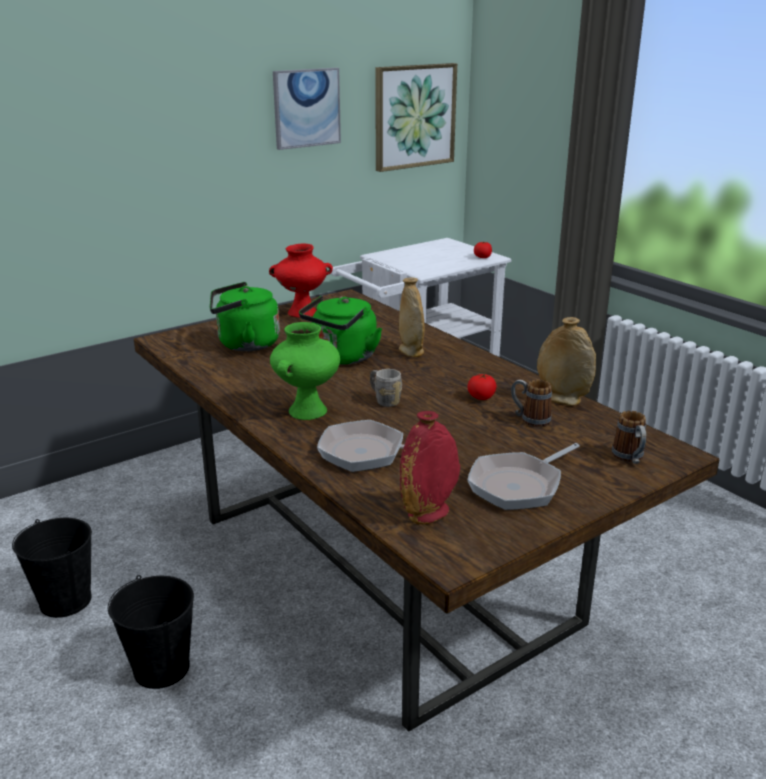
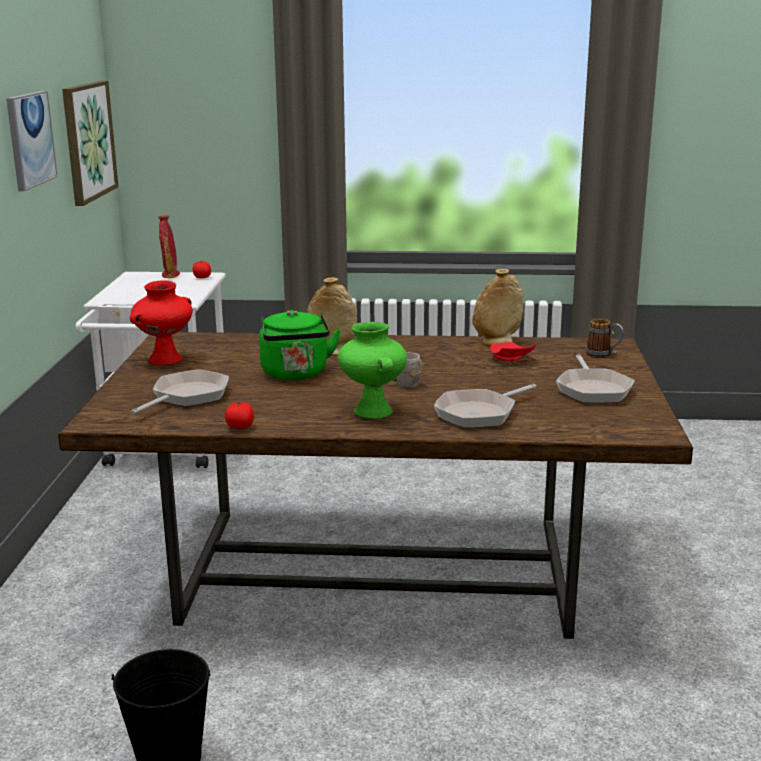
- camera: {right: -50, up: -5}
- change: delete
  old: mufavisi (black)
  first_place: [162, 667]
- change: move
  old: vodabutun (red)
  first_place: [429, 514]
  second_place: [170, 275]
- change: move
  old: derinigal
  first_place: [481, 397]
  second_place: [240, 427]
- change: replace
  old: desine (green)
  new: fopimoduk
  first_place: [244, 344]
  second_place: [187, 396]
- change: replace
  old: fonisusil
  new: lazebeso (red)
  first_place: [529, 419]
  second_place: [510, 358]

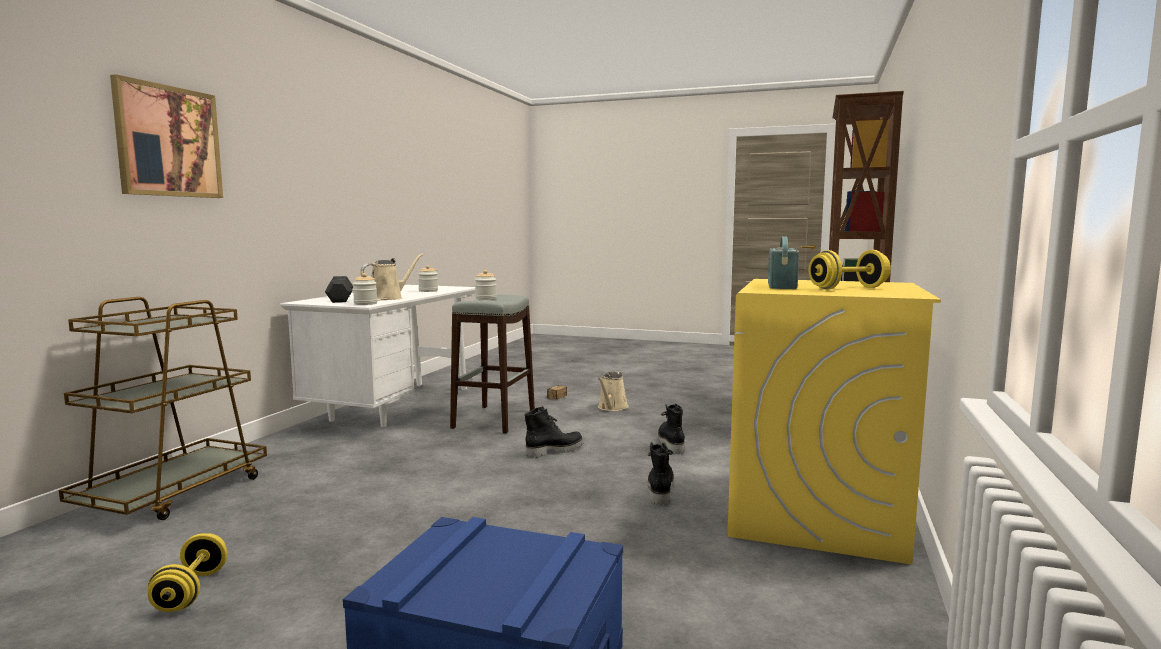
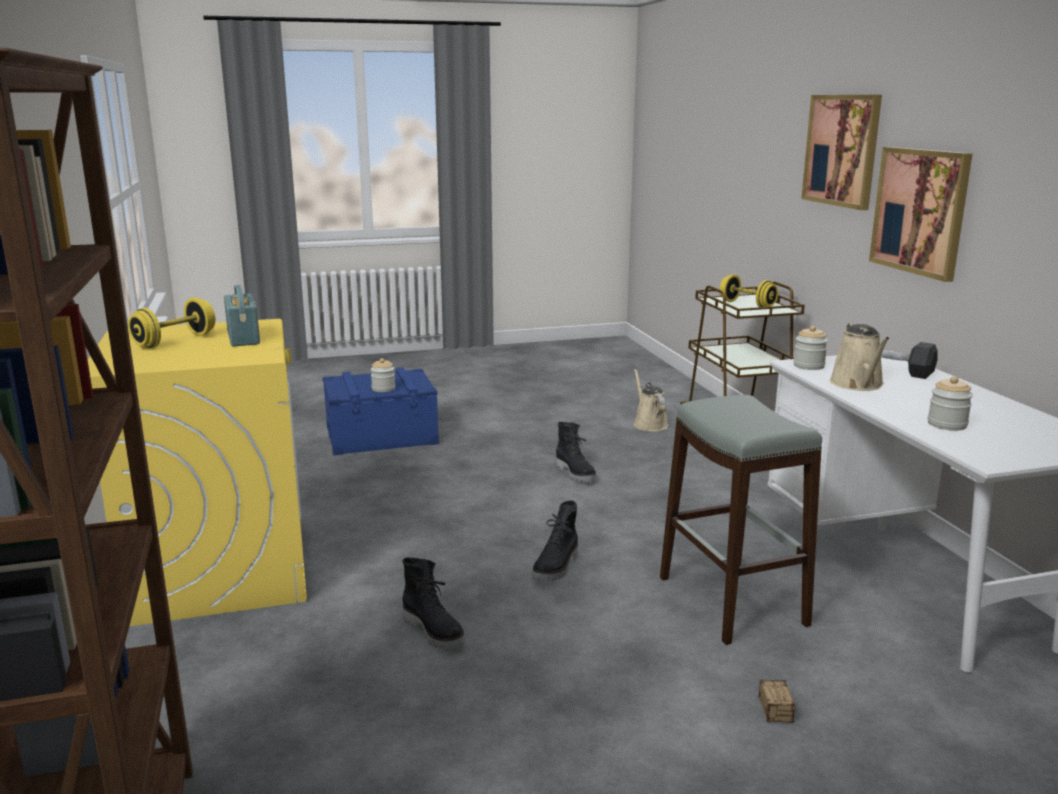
- camera: {right: 145, up: 10}
- change: insert
  new: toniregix
  second_place: [920, 211]
- change: move
  old: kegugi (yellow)
  first_place: [191, 591]
  second_place: [747, 305]
- change: move
  old: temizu
  first_place: [485, 298]
  second_place: [383, 389]
- change: move
  old: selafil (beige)
  first_place: [612, 407]
  second_place: [649, 424]
- change: move
  old: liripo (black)
  first_place: [659, 490]
  second_place: [576, 473]

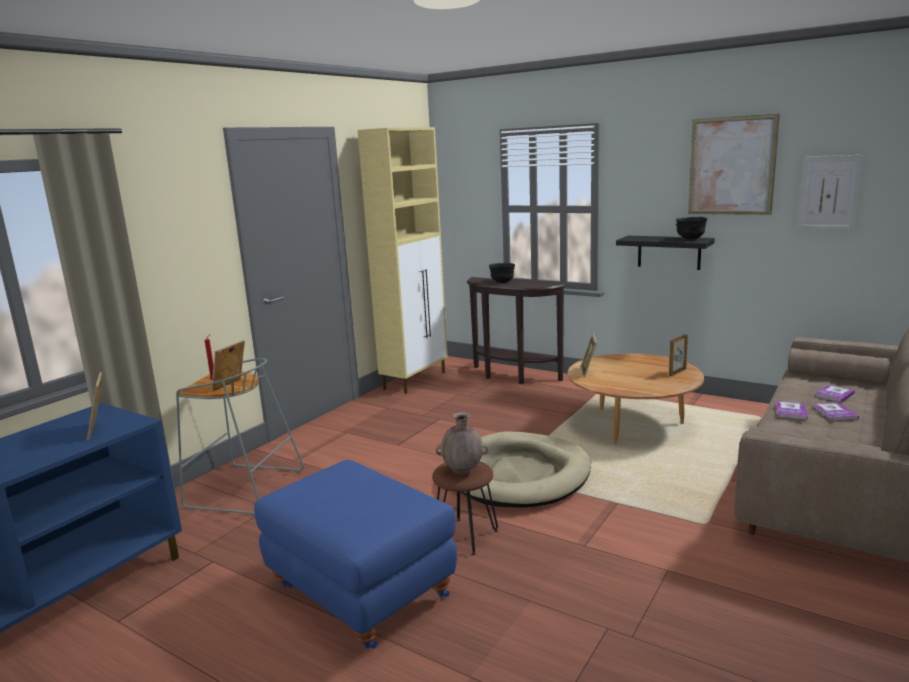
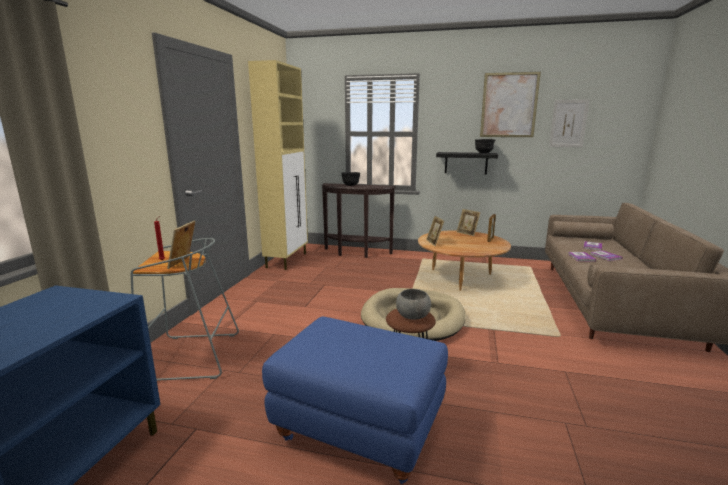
- camera: {right: -20, up: 0}
- change: move
  old: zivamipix
  first_place: [99, 429]
  second_place: [467, 233]
- change: replace
  old: vodabutun (brown)
  new: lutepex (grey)
  first_place: [463, 471]
  second_place: [413, 316]

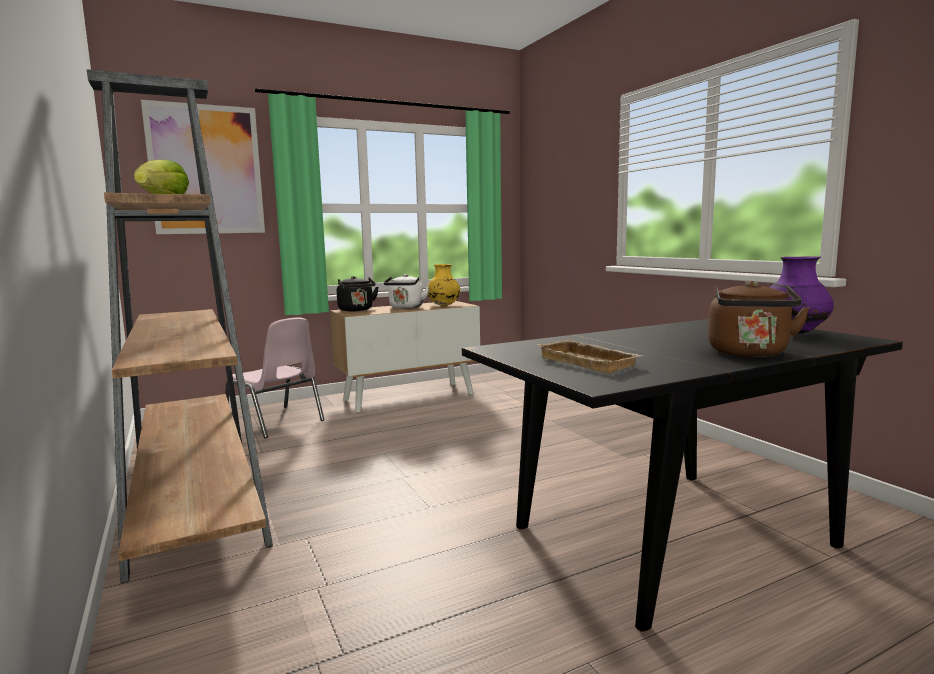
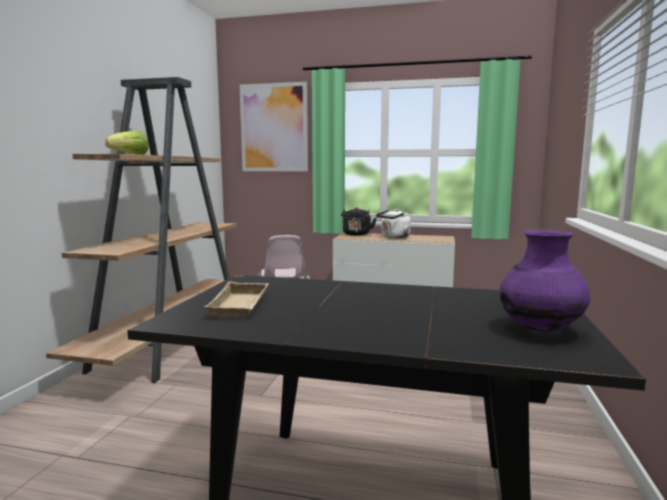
- camera: {right: 40, up: 0}
- change: delete
  old: vodabutun (yellow)
  first_place: [443, 305]
- change: delete
  old: desine (brown)
  first_place: [749, 354]

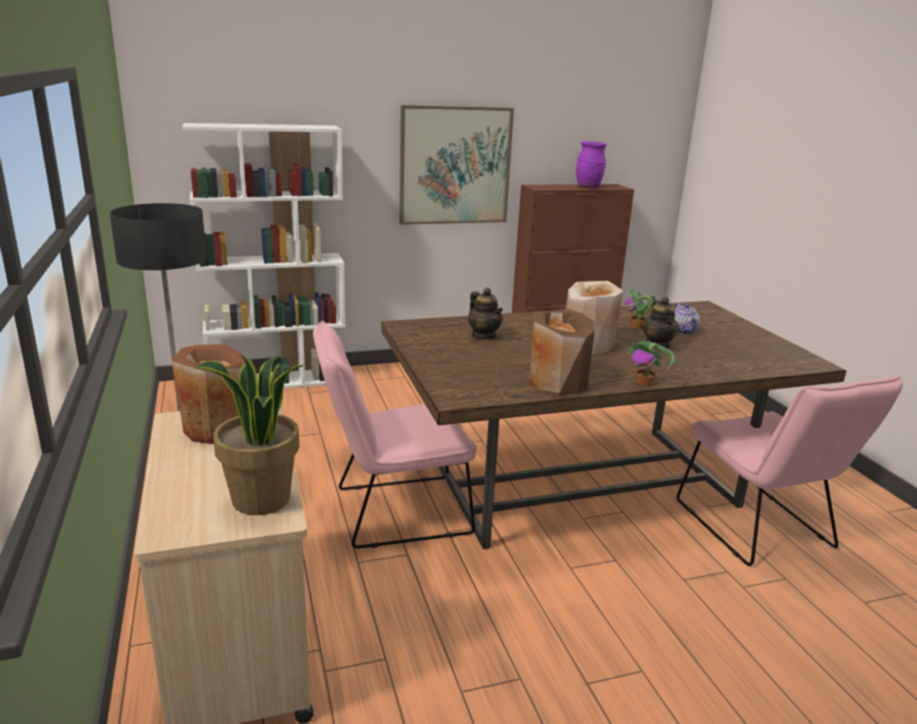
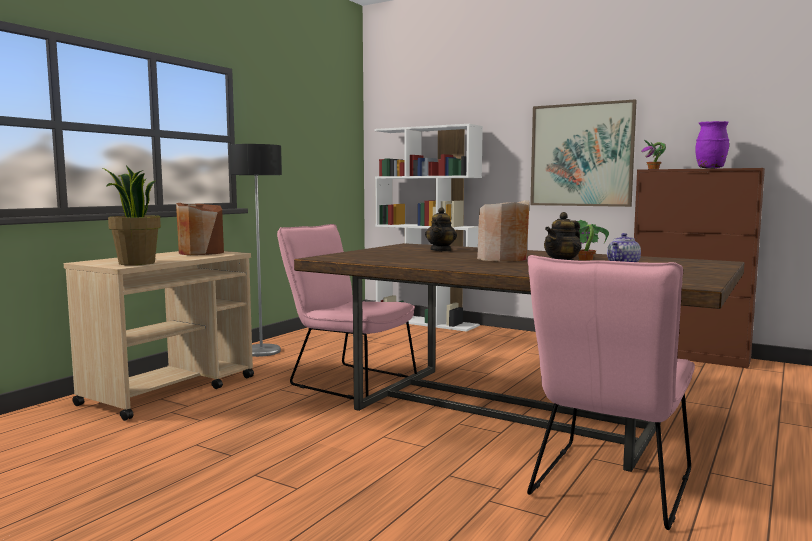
- camera: {right: 50, up: -15}
- change: delete
  old: vodabutun (brown)
  first_place: [557, 382]
- change: move
  old: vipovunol
  first_place: [645, 383]
  second_place: [653, 169]

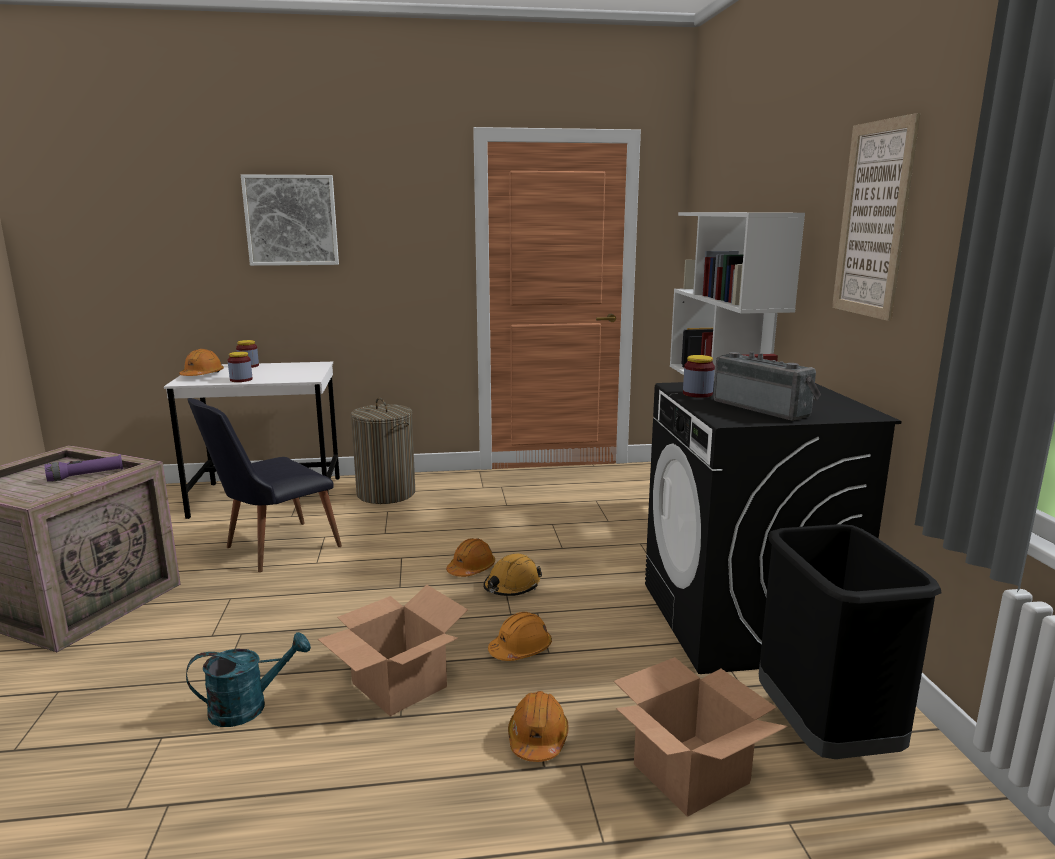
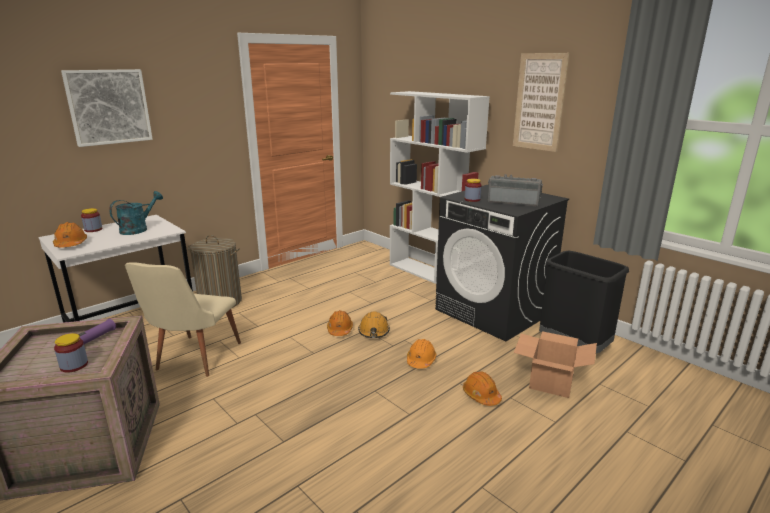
- camera: {right: -35, up: 5}
- change: delete
  old: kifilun
  first_place: [400, 685]
- change: move
  old: selafil (turquoise)
  first_place: [249, 707]
  second_place: [138, 229]
- change: move
  old: temizu
  first_place: [241, 380]
  second_place: [74, 365]
- change: recolor
  old: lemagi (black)
  new: lemagi (beige)
  first_place: [271, 549]
  second_place: [193, 360]

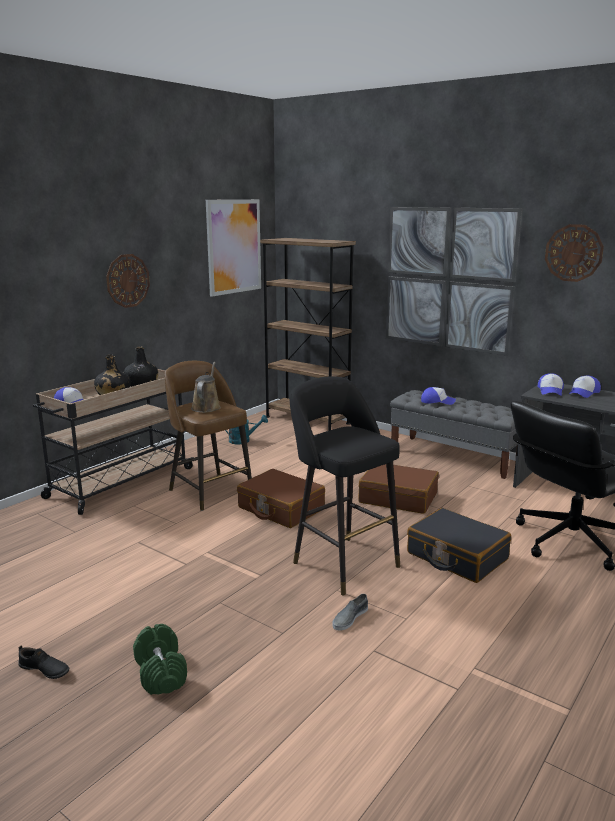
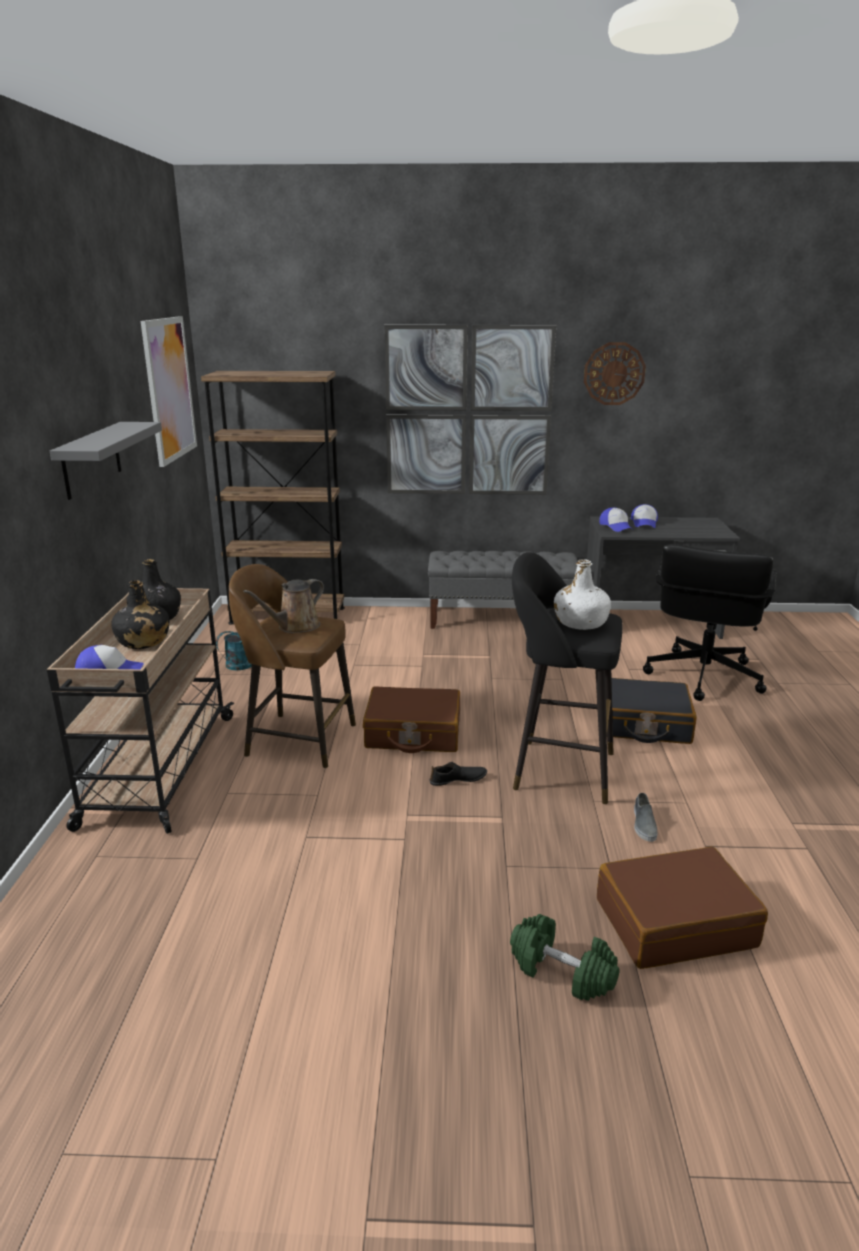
- camera: {right: -35, up: 5}
- change: delete
  old: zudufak
  first_place: [437, 401]
- change: insert
  new: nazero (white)
  second_place: [580, 623]
- change: move
  old: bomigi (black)
  first_place: [44, 670]
  second_place: [458, 779]
- change: move
  old: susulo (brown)
  first_place: [398, 498]
  second_place: [674, 922]
- change: replace
  old: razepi
  new: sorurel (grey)
  first_place: [127, 280]
  second_place: [91, 459]
- change: rotate
  old: selafil (brown)
  first_place: [206, 407]
  second_place: [295, 627]
  degrees: -105

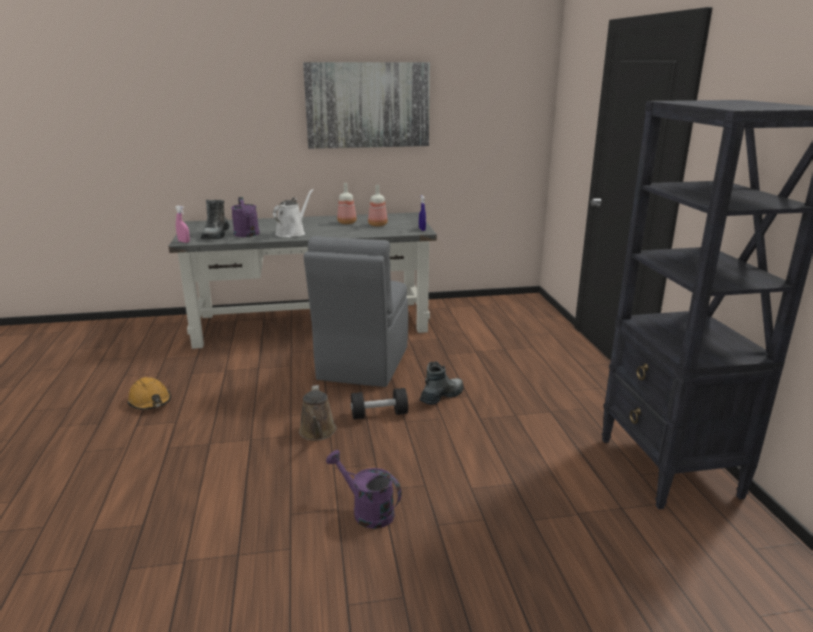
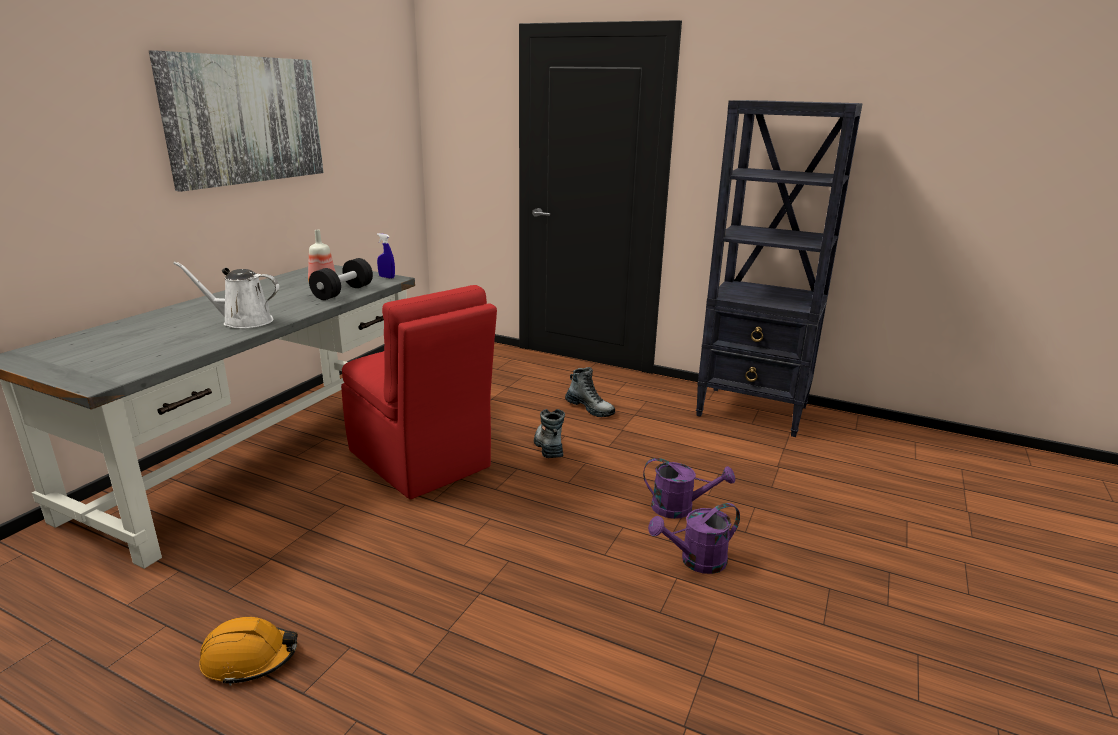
- camera: {right: -55, up: 0}
- change: delete
  old: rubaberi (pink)
  first_place: [184, 242]
- change: delete
  old: selafil (brown)
  first_place: [317, 432]
- change: delete
  old: nazero
  first_place: [347, 223]
- change: move
  old: liripo
  first_place: [216, 235]
  second_place: [590, 408]
- change: move
  old: selafil (purple)
  first_place: [247, 235]
  second_place: [680, 508]
- change: move
  old: kegugi (black)
  first_place: [379, 414]
  second_place: [343, 292]
- change: recolor
  old: lemagi (grey)
  new: lemagi (red)
  first_place: [362, 364]
  second_place: [420, 461]
- change: rotate
  old: selafil (white)
  first_place: [292, 233]
  second_place: [243, 321]
  degrees: -60

